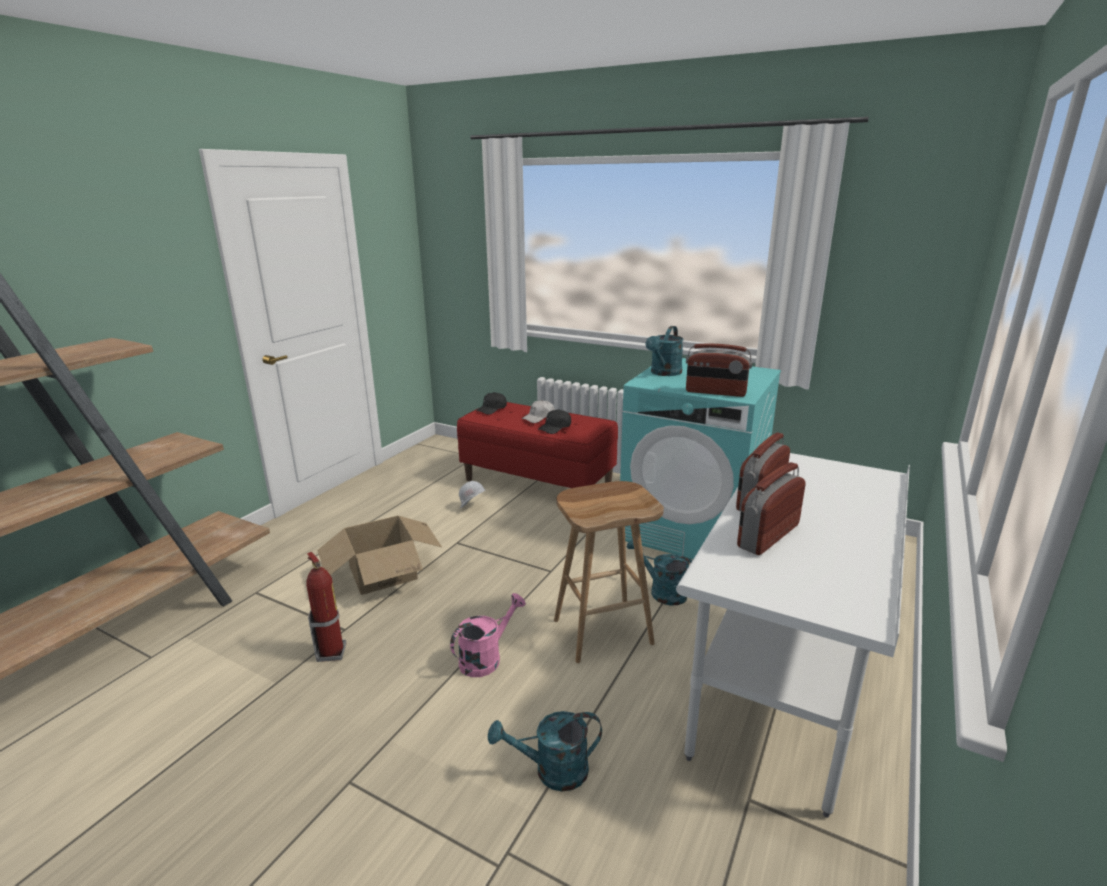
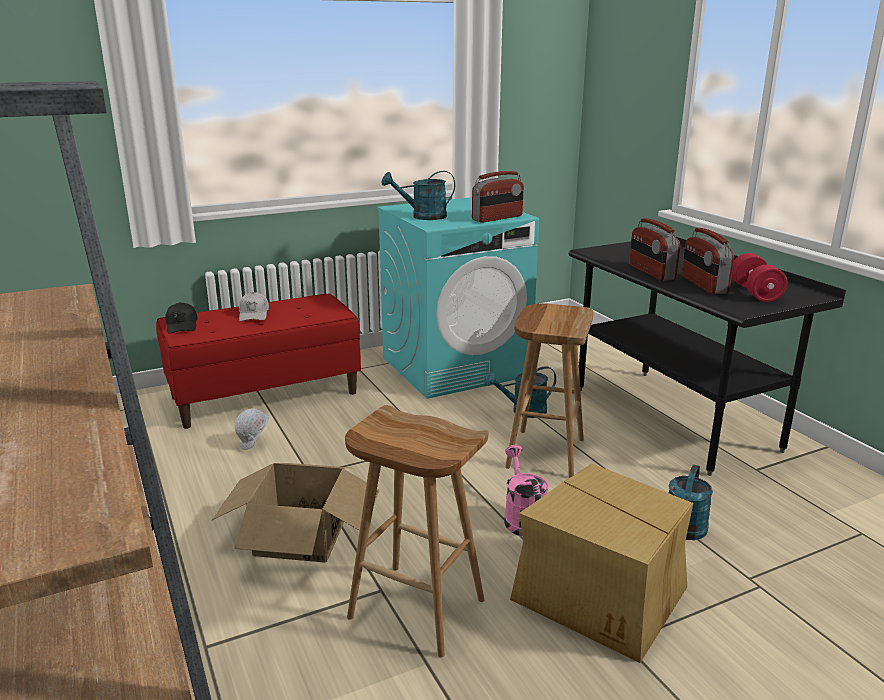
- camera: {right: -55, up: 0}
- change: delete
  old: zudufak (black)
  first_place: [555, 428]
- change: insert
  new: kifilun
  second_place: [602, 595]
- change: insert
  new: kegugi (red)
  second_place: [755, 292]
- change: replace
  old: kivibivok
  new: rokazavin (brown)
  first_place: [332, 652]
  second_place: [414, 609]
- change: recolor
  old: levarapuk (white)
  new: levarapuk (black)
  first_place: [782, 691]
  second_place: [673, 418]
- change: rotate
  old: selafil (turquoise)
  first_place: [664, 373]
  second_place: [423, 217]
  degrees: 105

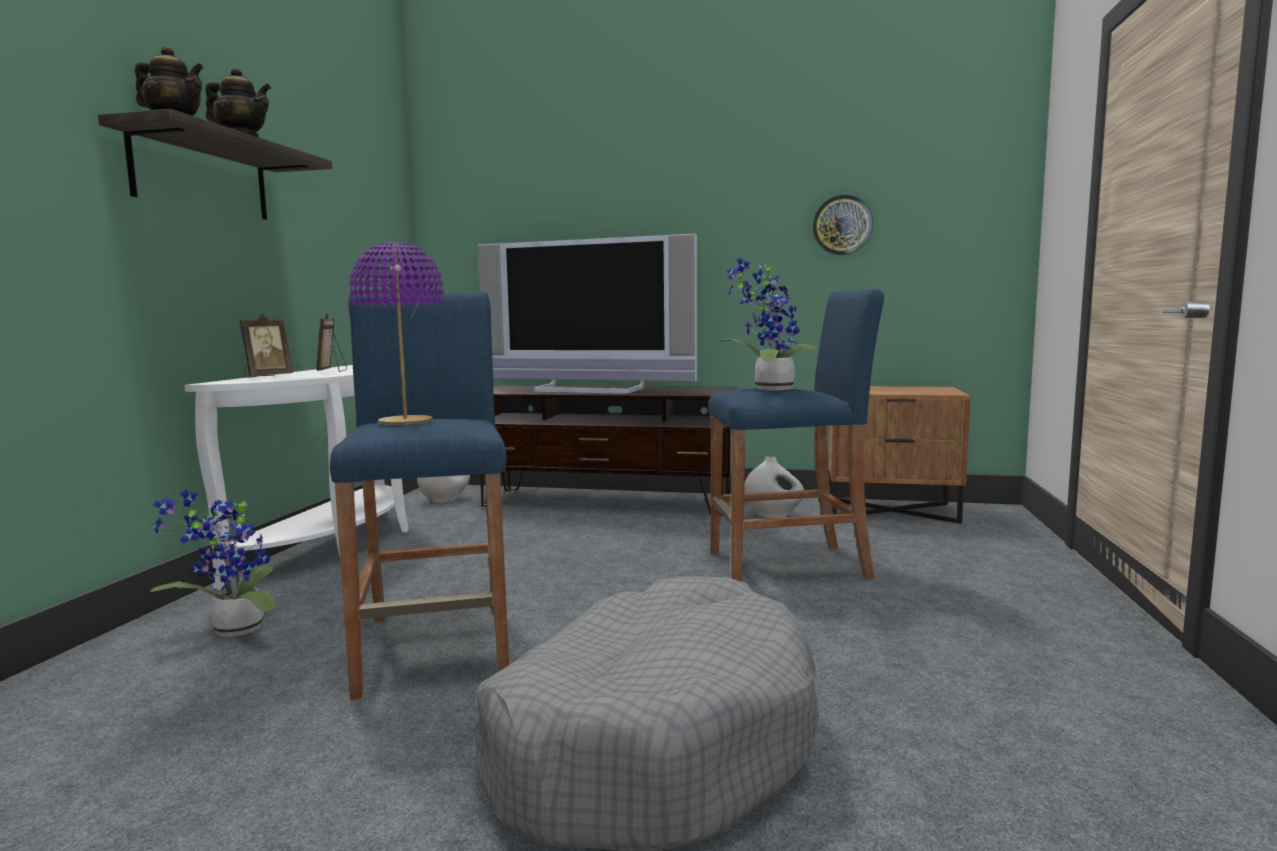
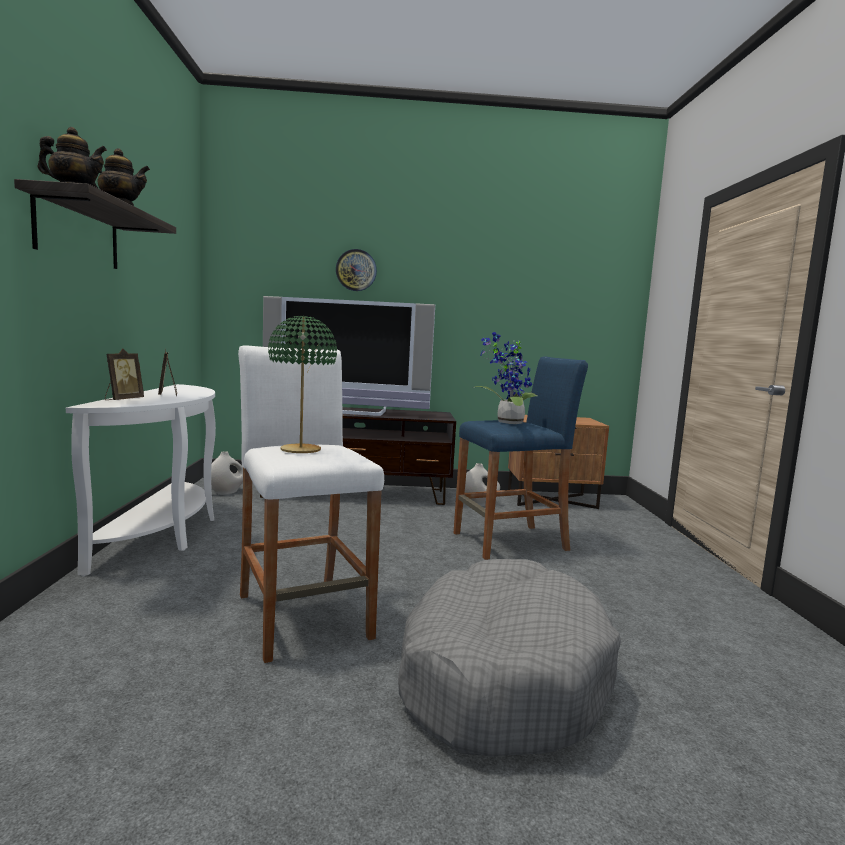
- camera: {right: -15, up: 0}
- change: delete
  old: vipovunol
  first_place: [232, 631]
- change: move
  old: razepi
  first_place: [842, 225]
  second_place: [356, 270]
- change: recolor
  old: rokazavin (blue)
  new: rokazavin (white)
  first_place: [436, 647]
  second_place: [303, 616]
- change: recolor
  old: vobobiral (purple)
  new: vobobiral (green)
  first_place: [404, 422]
  second_place: [300, 450]

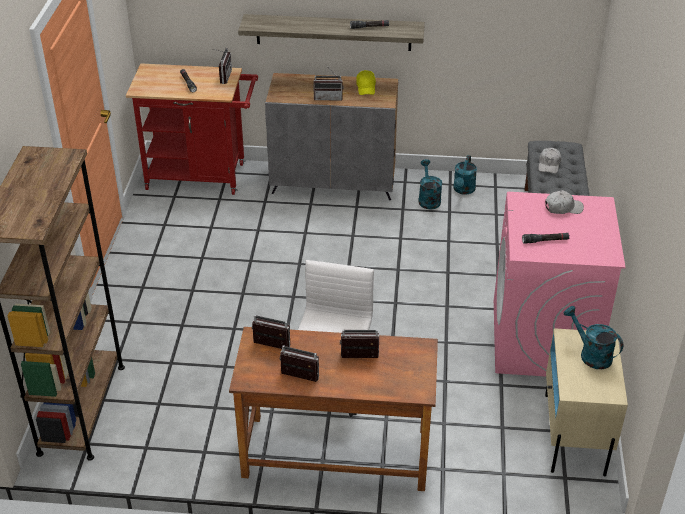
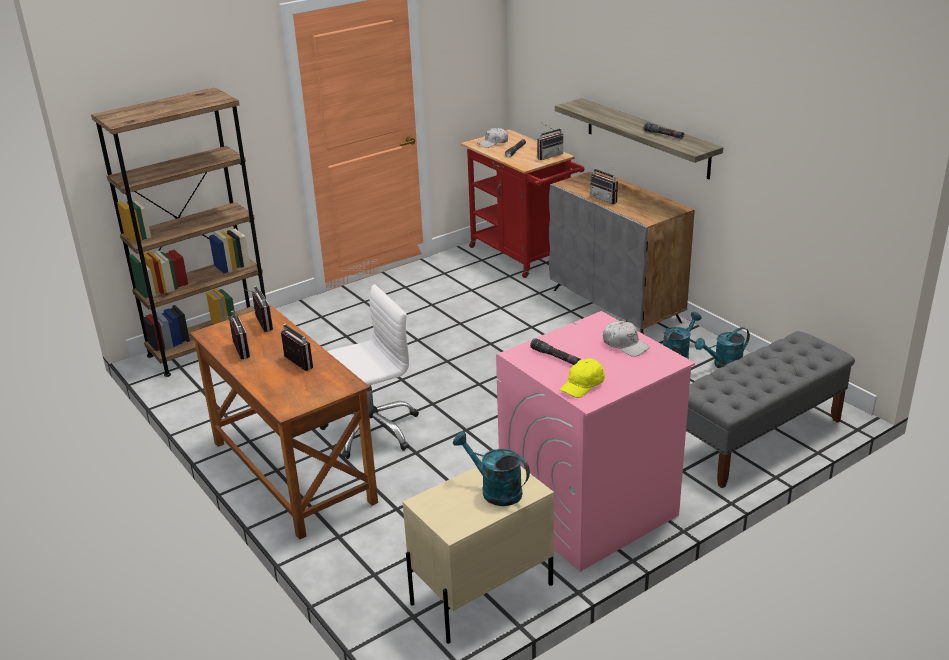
- camera: {right: 50, up: -10}
- change: move
  old: zudufak (yellow)
  first_place: [366, 88]
  second_place: [583, 385]
- change: move
  old: zudufak (white)
  first_place: [549, 164]
  second_place: [493, 143]
- change: rotate
  old: selafil (turquoise)
  first_place: [590, 354]
  second_place: [495, 490]
  degrees: -60

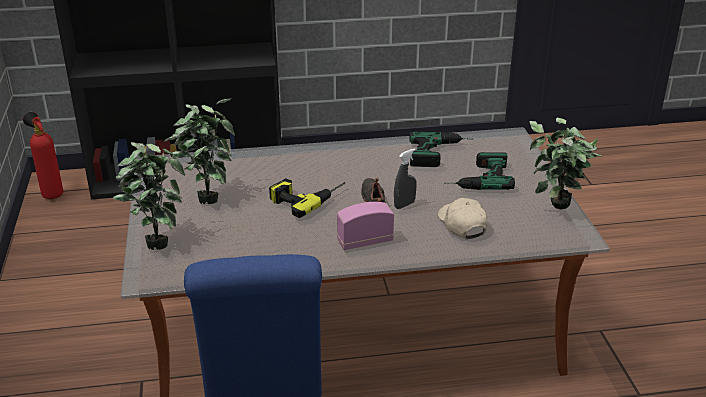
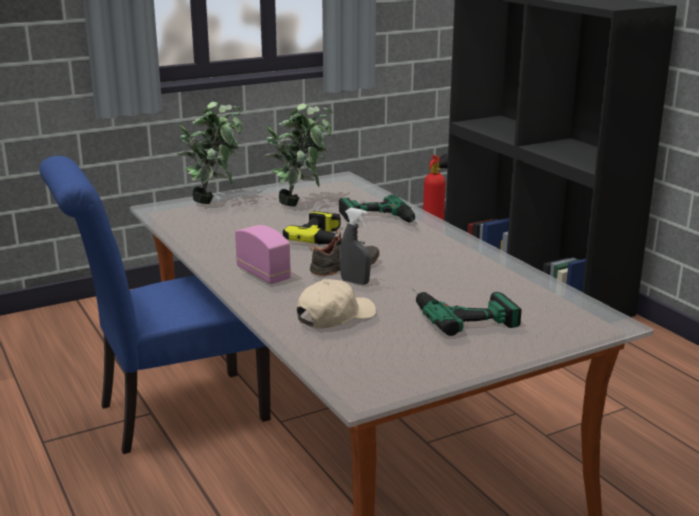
- camera: {right: 70, up: -10}
- change: delete
  old: vipovunol
  first_place: [555, 211]
- change: move
  old: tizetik
  first_place: [441, 153]
  second_place: [380, 220]

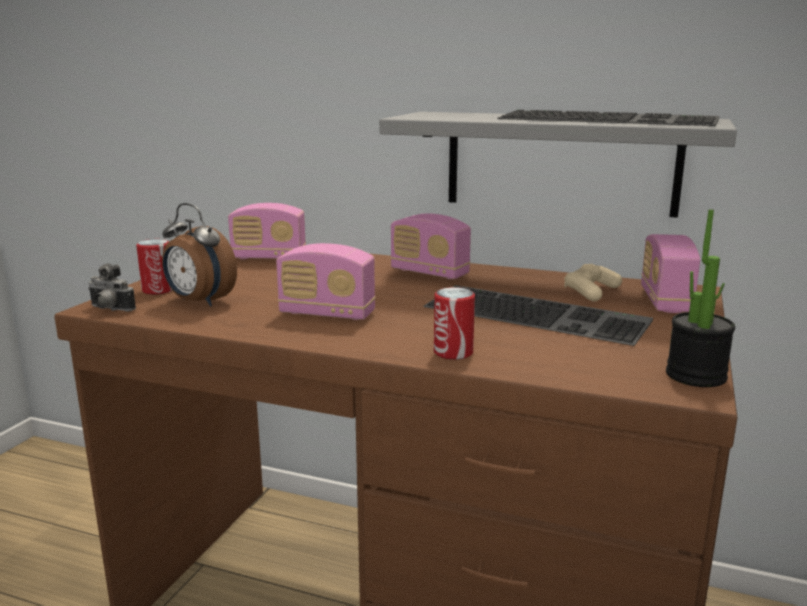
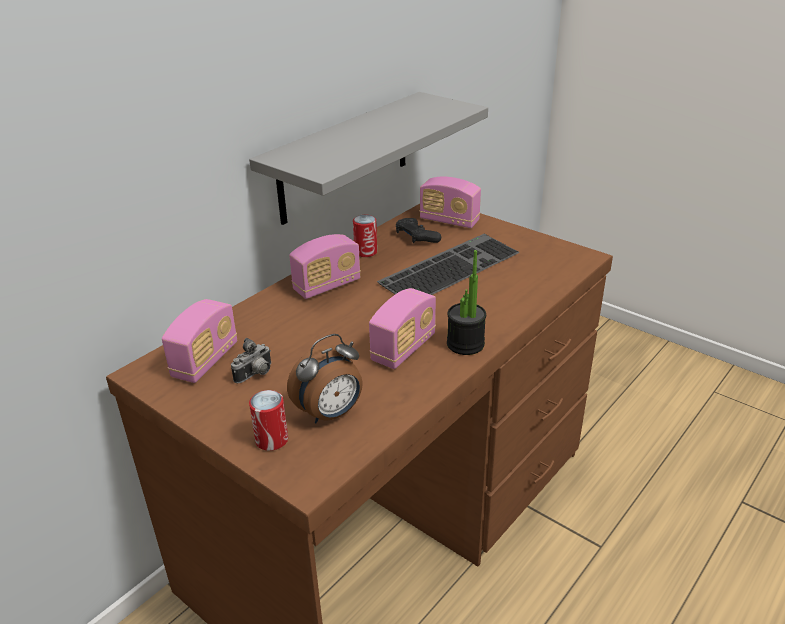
- camera: {right: -70, up: 15}
- change: delete
  old: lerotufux
  first_place: [609, 119]
- change: move
  old: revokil
  first_place: [109, 310]
  second_place: [256, 375]
- change: move
  old: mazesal
  first_place: [453, 352]
  second_place: [365, 252]
- change: move
  old: vipovunol
  first_place: [695, 375]
  second_place: [465, 344]
- change: recolor
  old: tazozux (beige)
  new: tazozux (black)
  first_place: [591, 292]
  second_place: [416, 237]

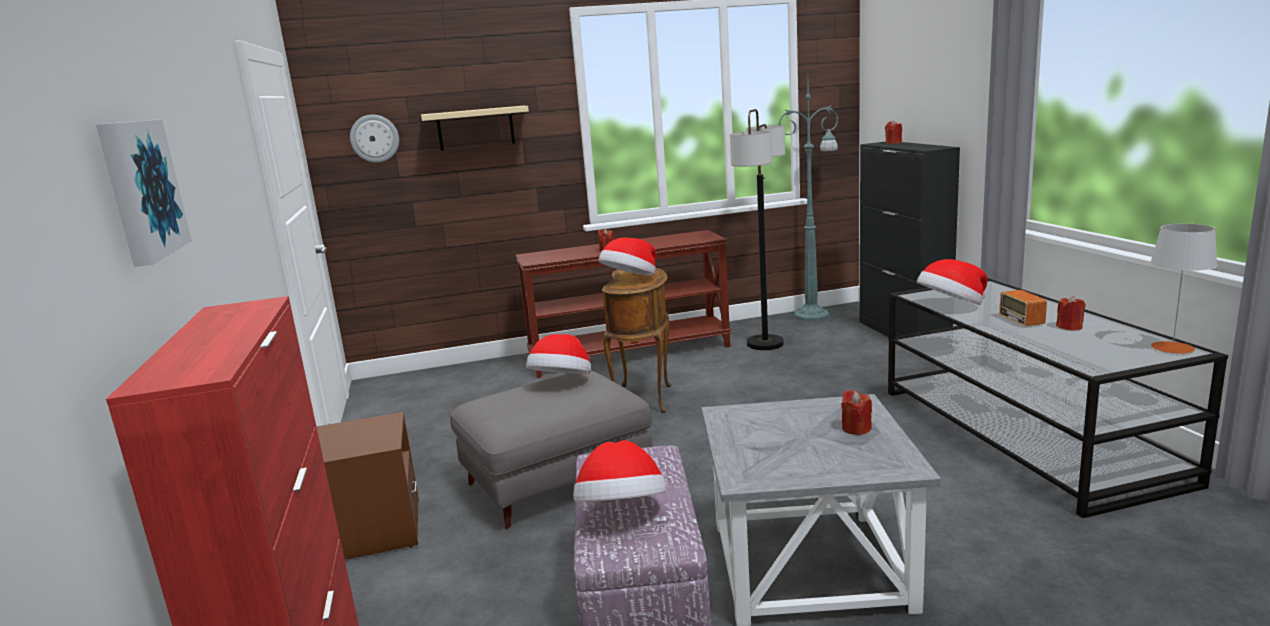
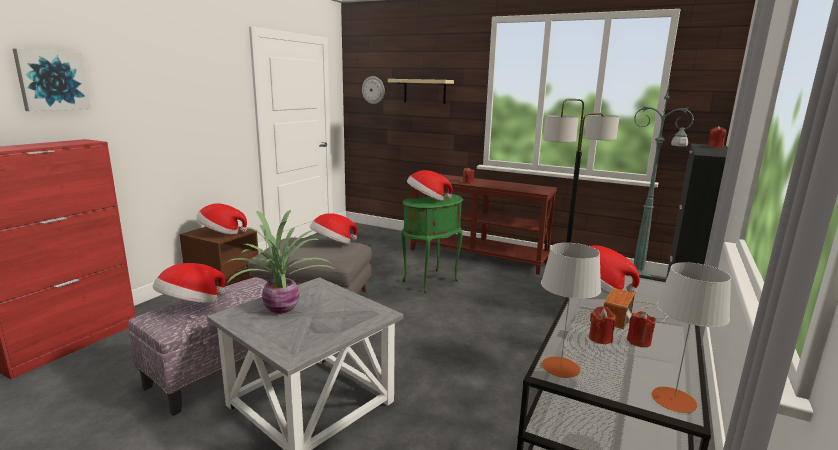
- camera: {right: 40, up: 0}
- change: insert
  new: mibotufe
  second_place: [221, 233]
- change: insert
  new: vipovunol
  second_place: [283, 307]
- change: insert
  new: vobobiral (grey)
  second_place: [560, 367]
- change: move
  old: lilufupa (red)
  first_place: [856, 429]
  second_place: [600, 338]
- change: recolor
  old: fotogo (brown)
  new: fotogo (green)
  first_place: [645, 399]
  second_place: [432, 282]

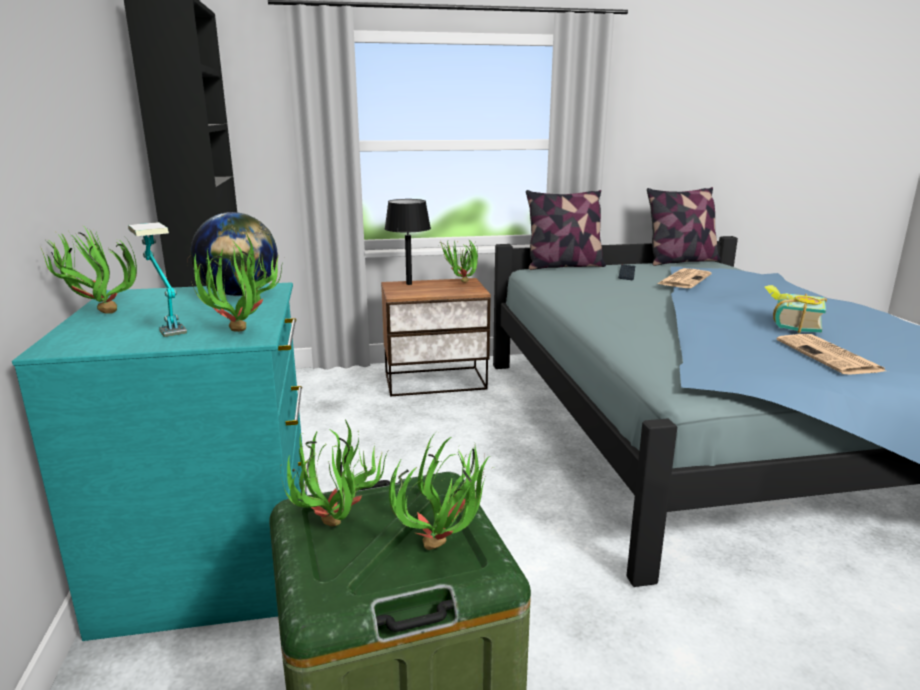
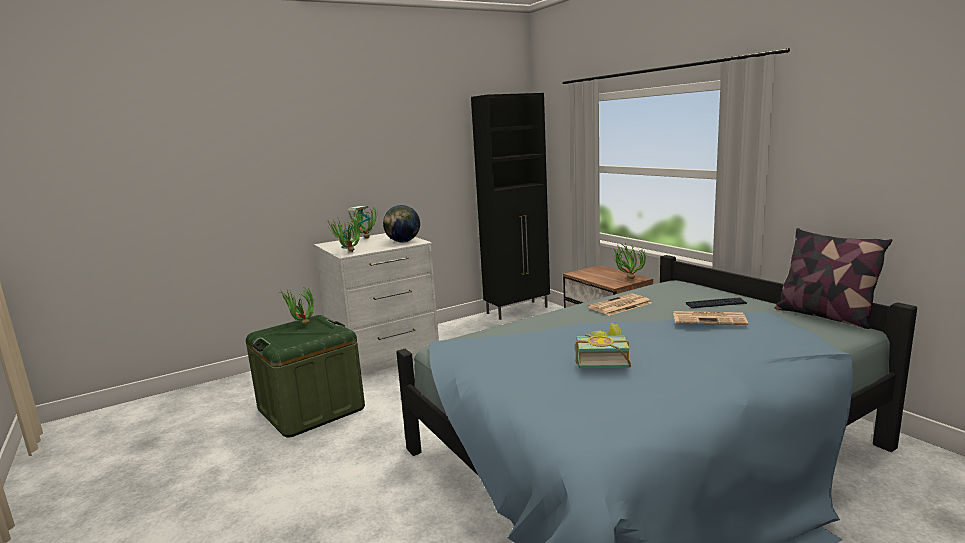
- camera: {right: 70, up: -5}
- change: delete
  old: vobobiral (black)
  first_place: [409, 284]
- change: delete
  old: vipovunol
  first_place: [447, 548]
- change: delete
  old: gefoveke
  first_place: [564, 266]
- change: move
  old: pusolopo
  first_place: [830, 356]
  second_place: [619, 305]
- change: recolor
  old: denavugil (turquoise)
  new: denavugil (white)
  first_place: [216, 556]
  second_place: [384, 354]

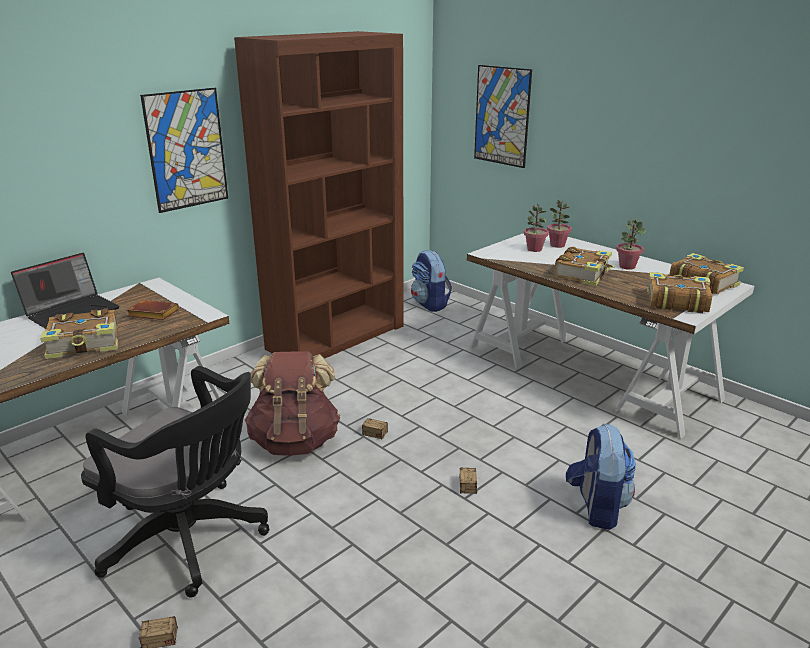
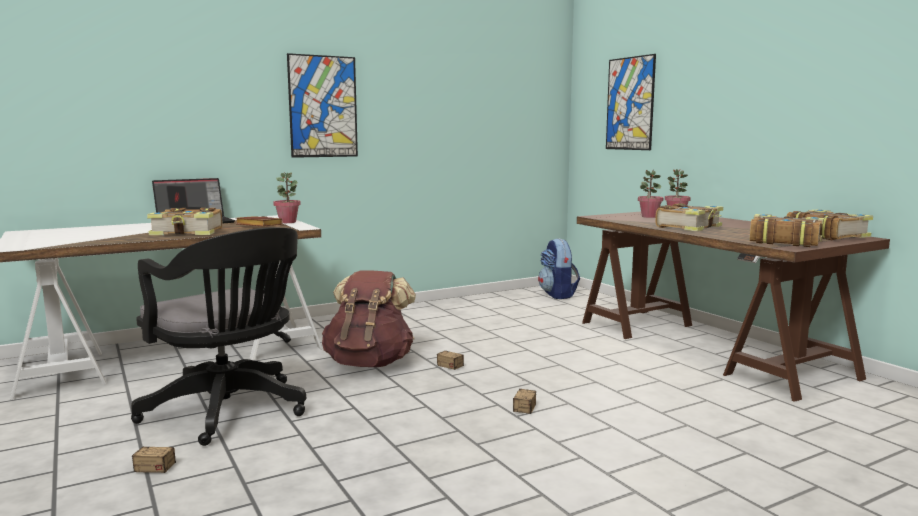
- camera: {right: 15, up: -15}
- change: delete
  old: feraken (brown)
  first_place: [336, 337]
- change: delete
  old: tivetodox
  first_place: [596, 507]
- change: move
  old: vipovunol
  first_place: [627, 266]
  second_place: [288, 222]
- change: recolor
  old: levarapuk (white)
  new: levarapuk (brown)
  first_place: [589, 372]
  second_place: [707, 347]

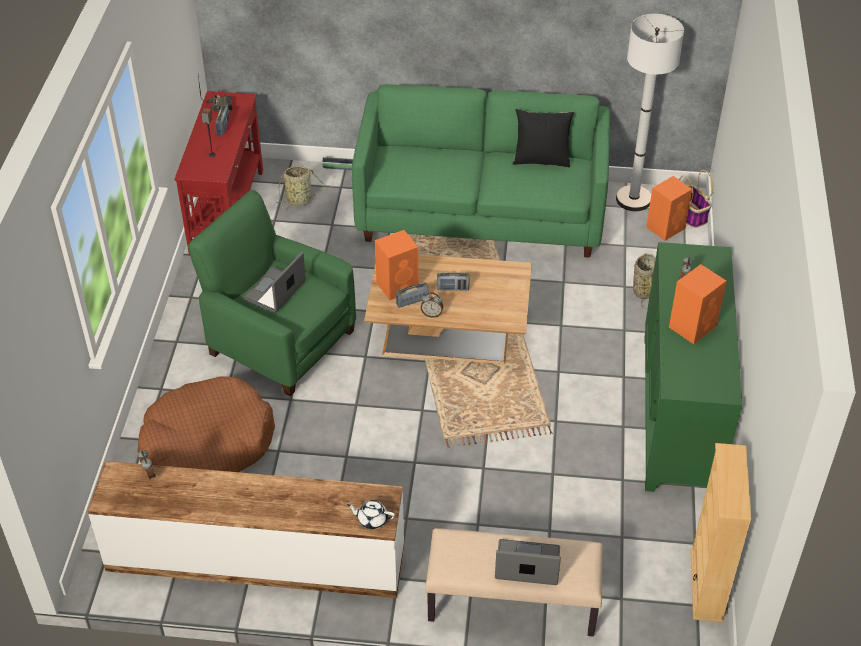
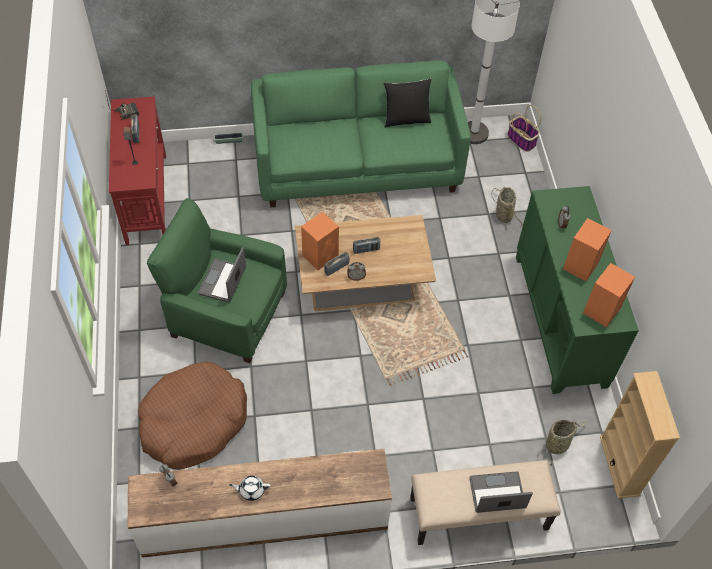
- camera: {right: -15, up: 10}
- change: move
  old: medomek
  first_place: [301, 200]
  second_place: [558, 444]
- change: move
  old: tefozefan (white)
  first_place: [372, 519]
  second_place: [251, 490]
- change: move
  old: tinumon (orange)
  first_place: [666, 227]
  second_place: [602, 309]

